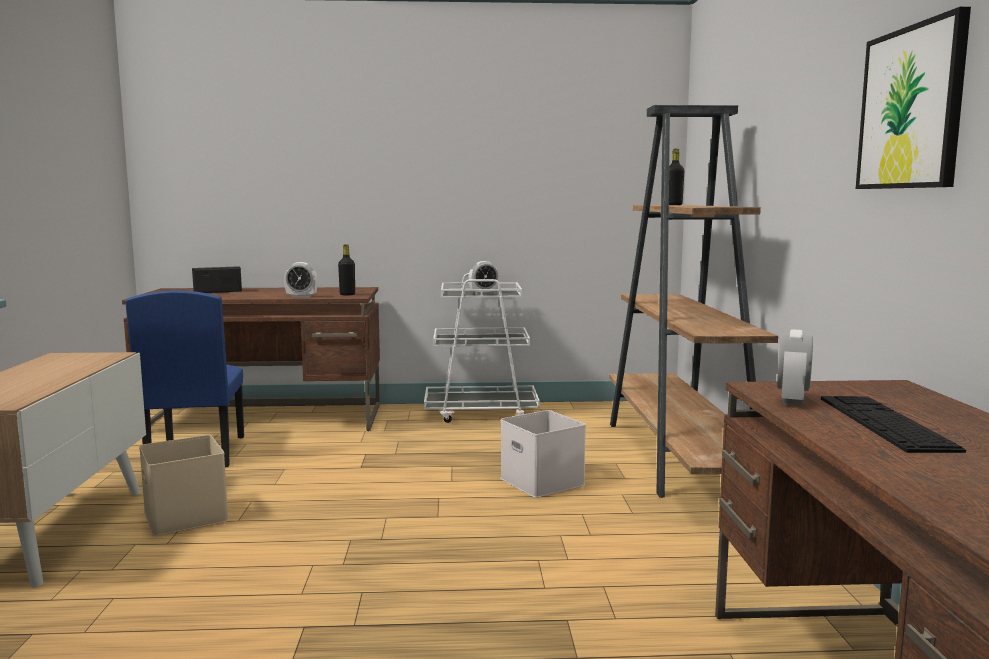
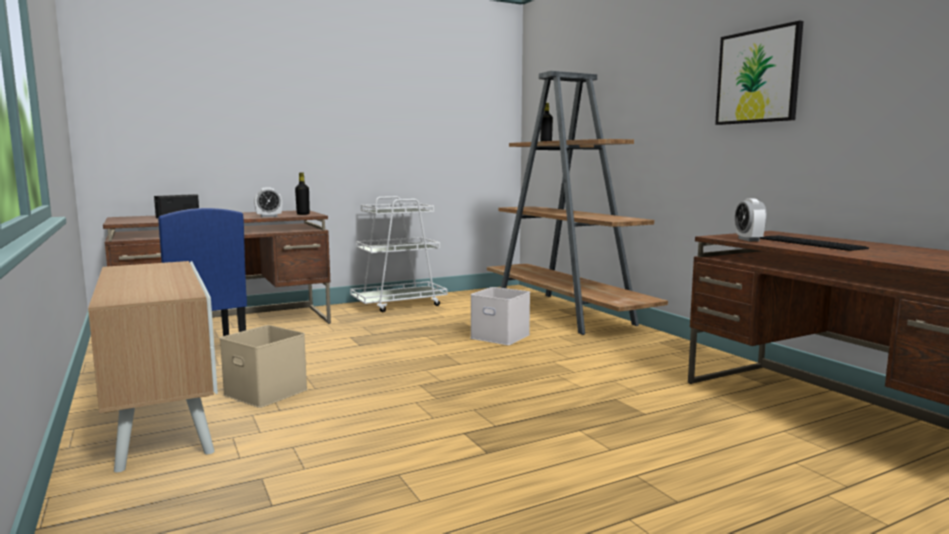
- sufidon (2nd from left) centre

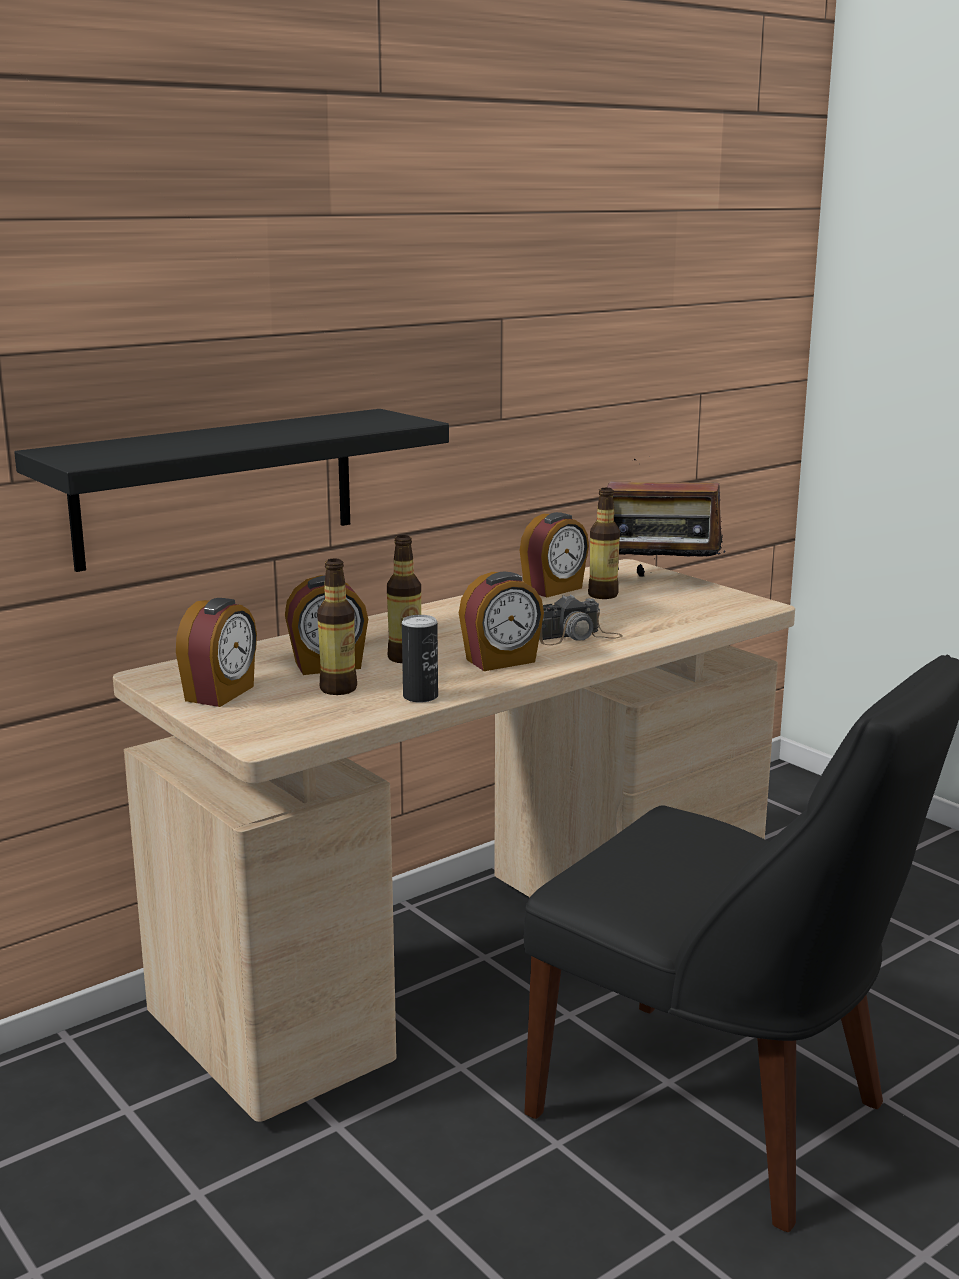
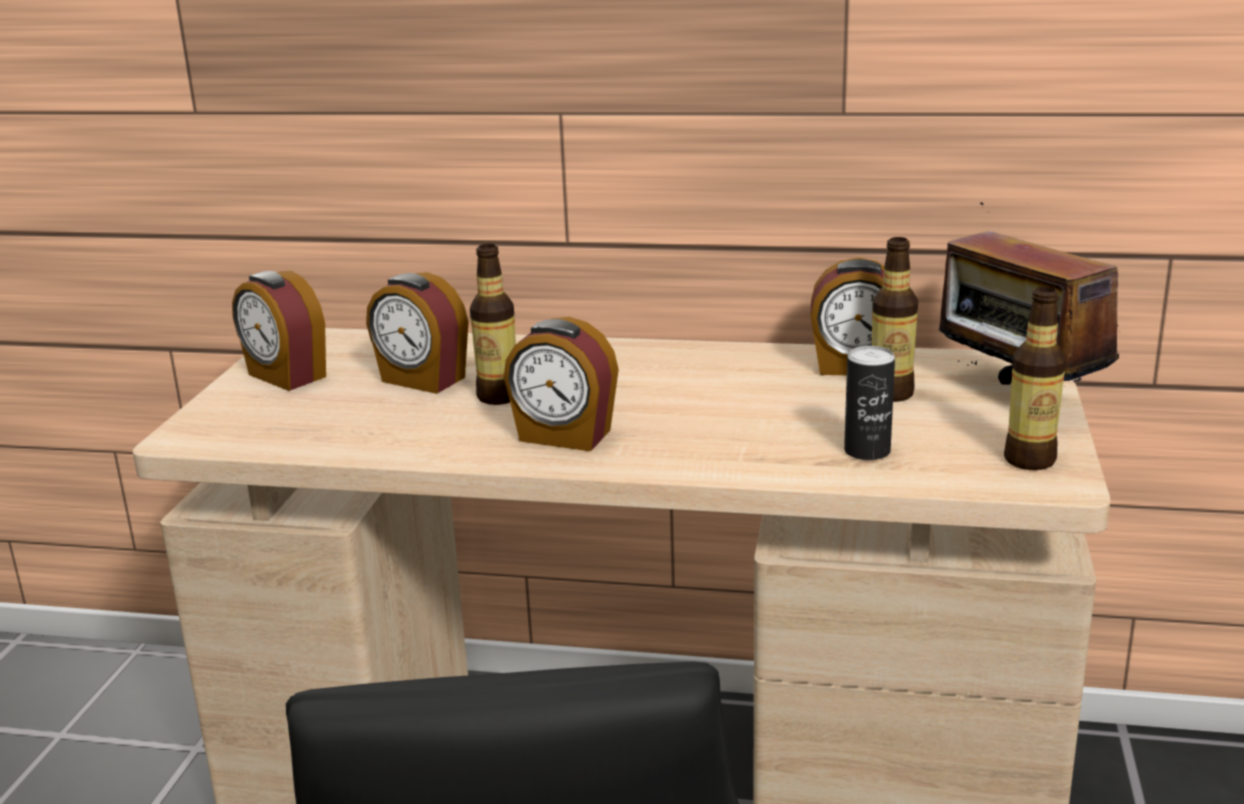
- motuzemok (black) middle left
- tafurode centre
~ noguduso (1st from left in the first image) centre to noguduso (3rd from left) middle right
~ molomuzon centre to middle right
~ sufidon (1st from left) middle left = middle left 60 degrees clockwise

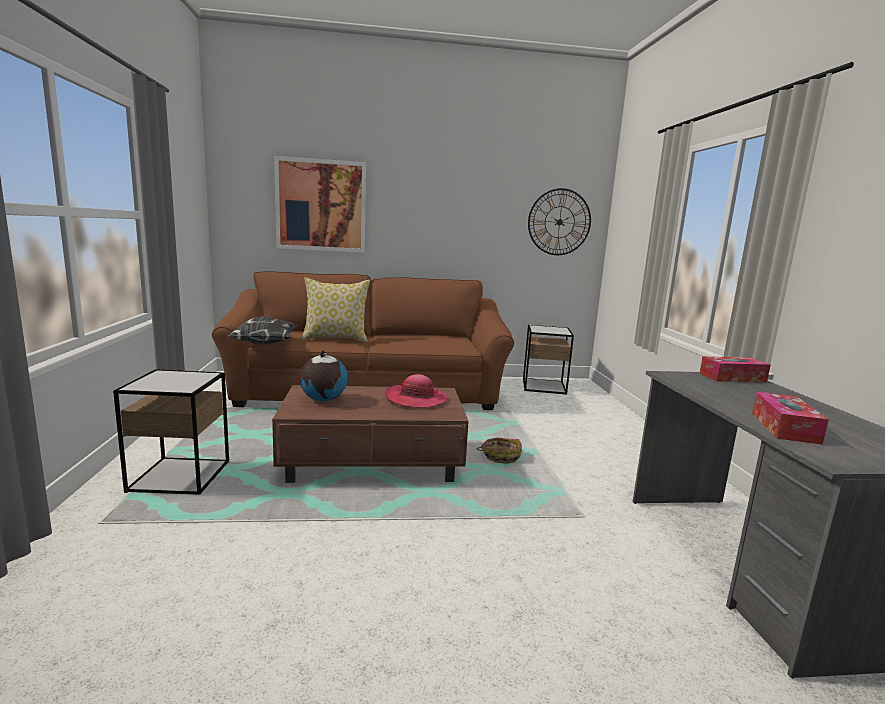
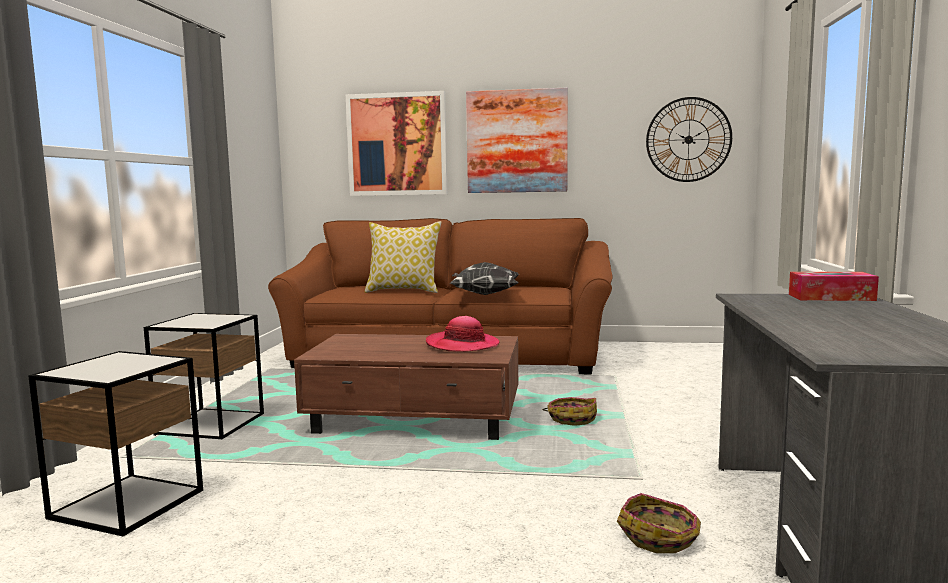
- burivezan centre
- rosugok (2nd from left) middle right
+ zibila (2nd from left) top centre
+ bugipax (2nd from left) bottom right
~ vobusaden (1st from left in the first image) middle left to vobusaden (2nd from left) centre
~ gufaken (2nd from left in the first image) centre to gufaken (1st from left) bottom left

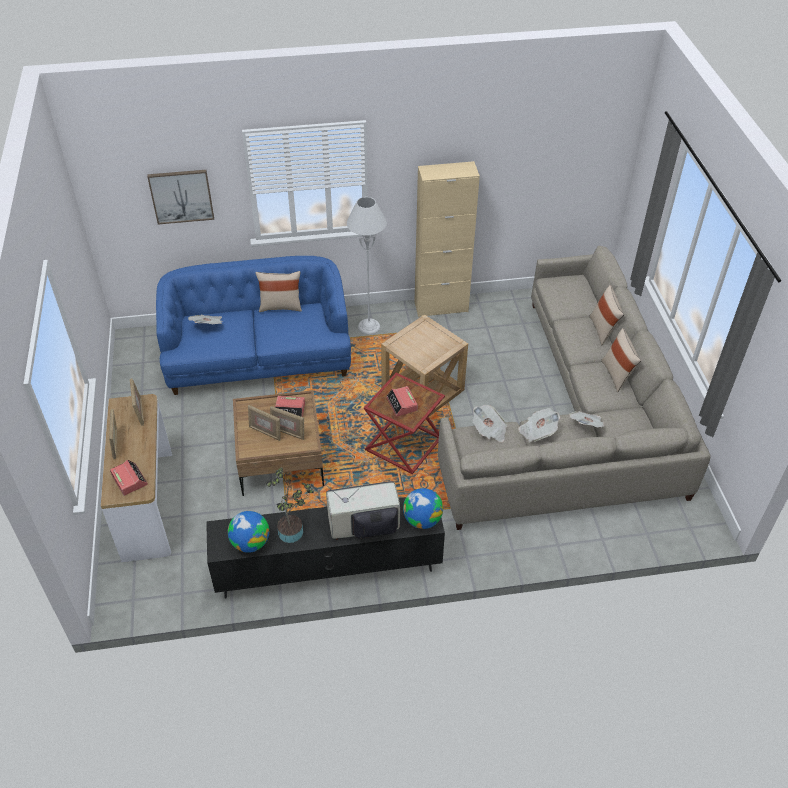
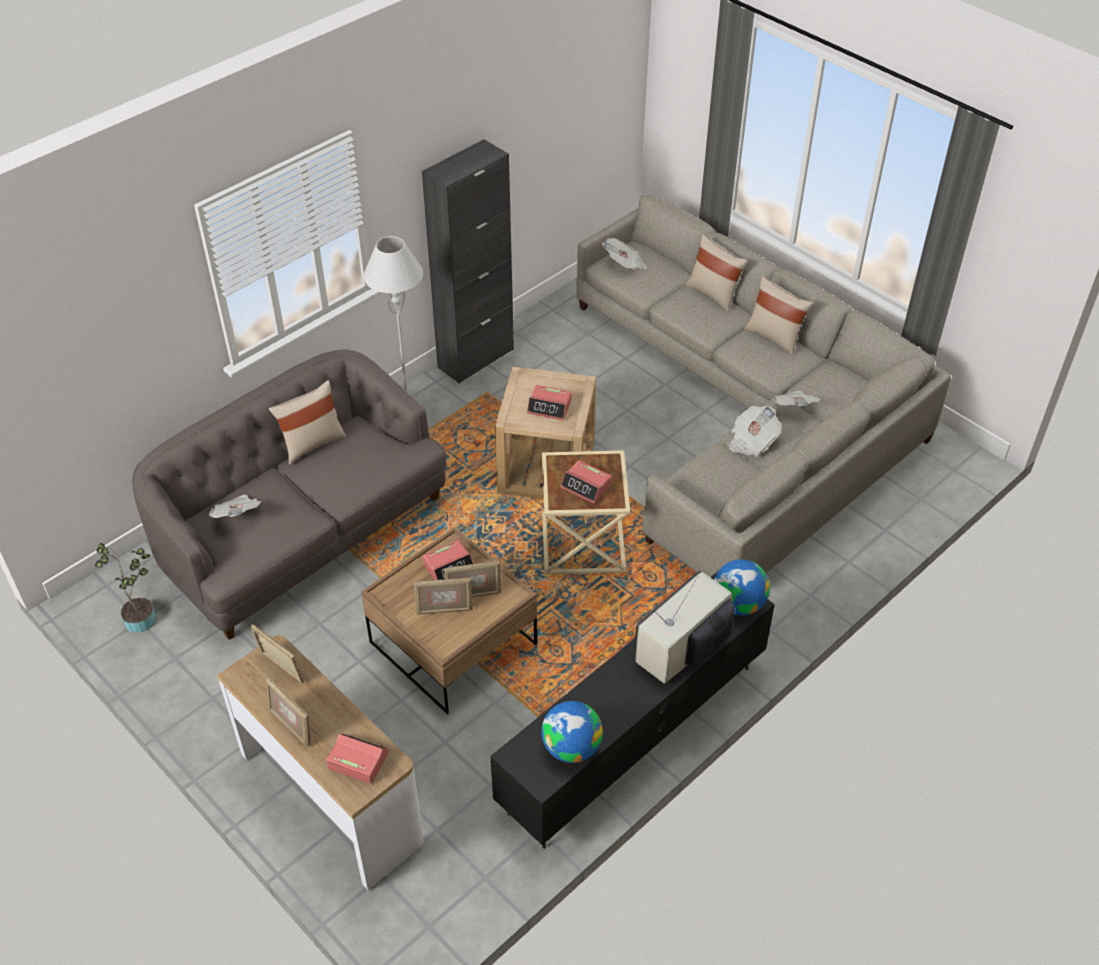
- zibila top left
+ sufidon (3rd from left) centre
~ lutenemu centre to middle left
~ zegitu (2nd from left) centre to top centre
~ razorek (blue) middle left to razorek (grey) (1st from left) middle left
~ gufaken (red) centre to gufaken (beige) (2nd from left) centre
~ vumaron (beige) top centre to vumaron (black) top centre

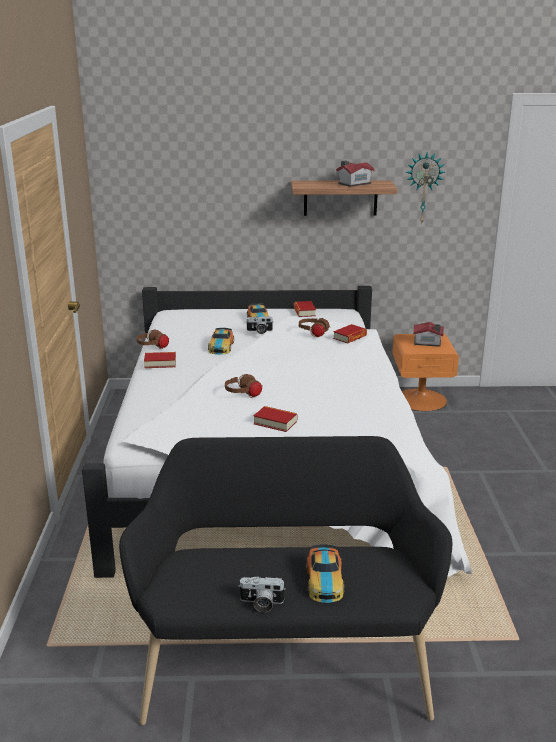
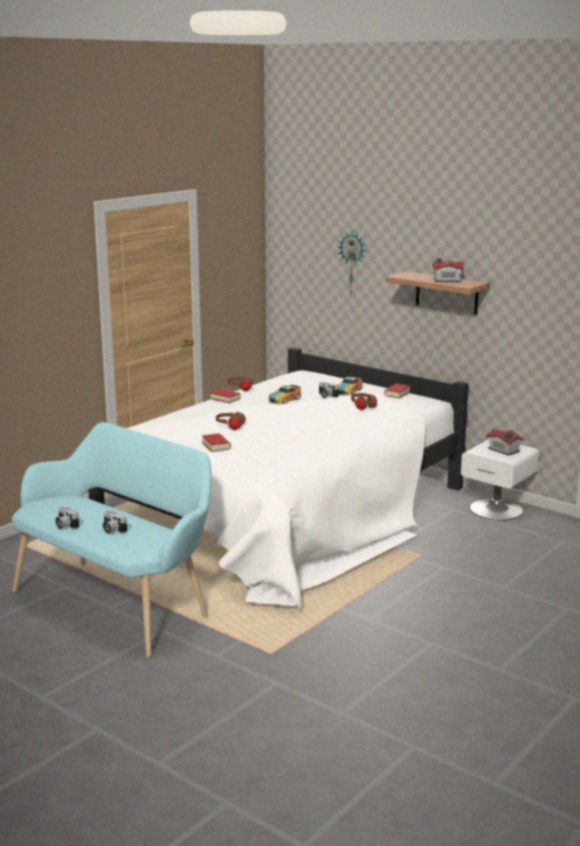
- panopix (4th from left) centre
~ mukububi top right to top centre
~ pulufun (3rd from left) bottom centre to tafurode (2nd from left) middle left
~ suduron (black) bottom centre to suduron (turquoise) middle left
~ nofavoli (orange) middle right to nofavoli (white) middle right

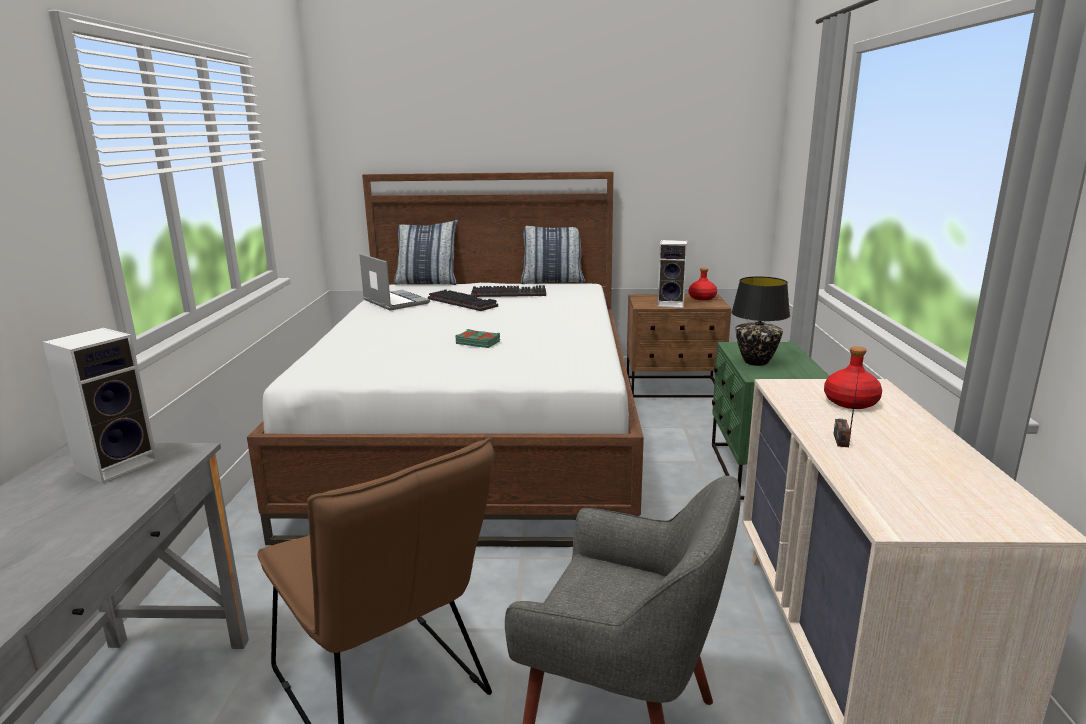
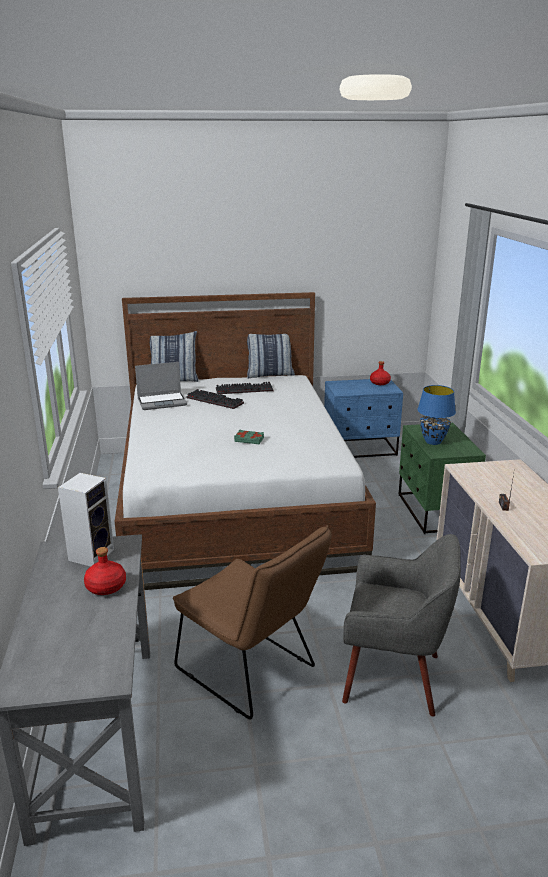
- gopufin (2nd from left) centre
~ noguduso (red) (2nd from left in the first image) middle right to noguduso (red) (1st from left) middle left
~ nofavoli (brown) centre to nofavoli (blue) centre
~ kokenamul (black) middle right to kokenamul (blue) middle right
~ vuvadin centre = middle left 120 degrees clockwise

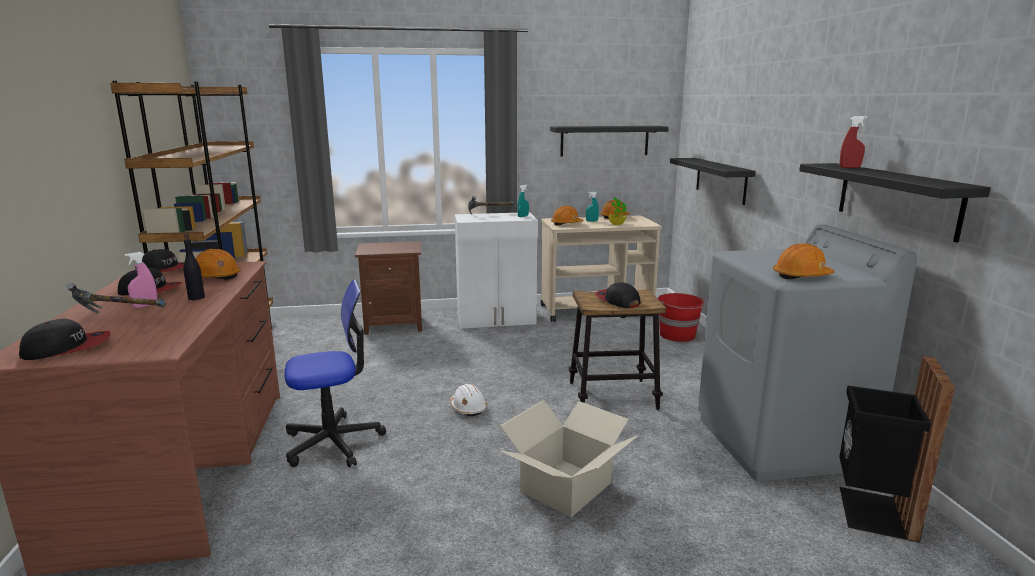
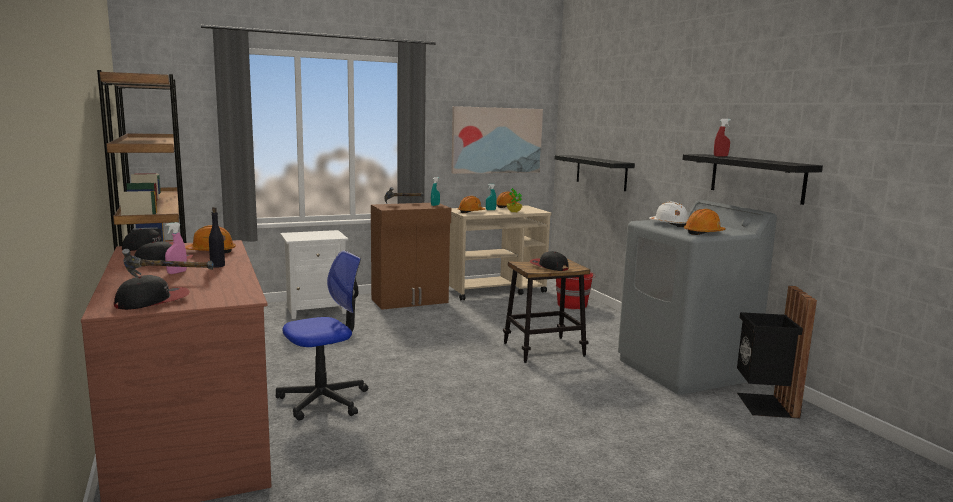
- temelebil bottom centre
~ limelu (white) bottom centre to middle right
~ motuzemok (black) (1st from left) top centre to zibila top centre
~ nofavoli (brown) centre to nofavoli (white) middle left
~ vumaron (white) centre to vumaron (brown) centre

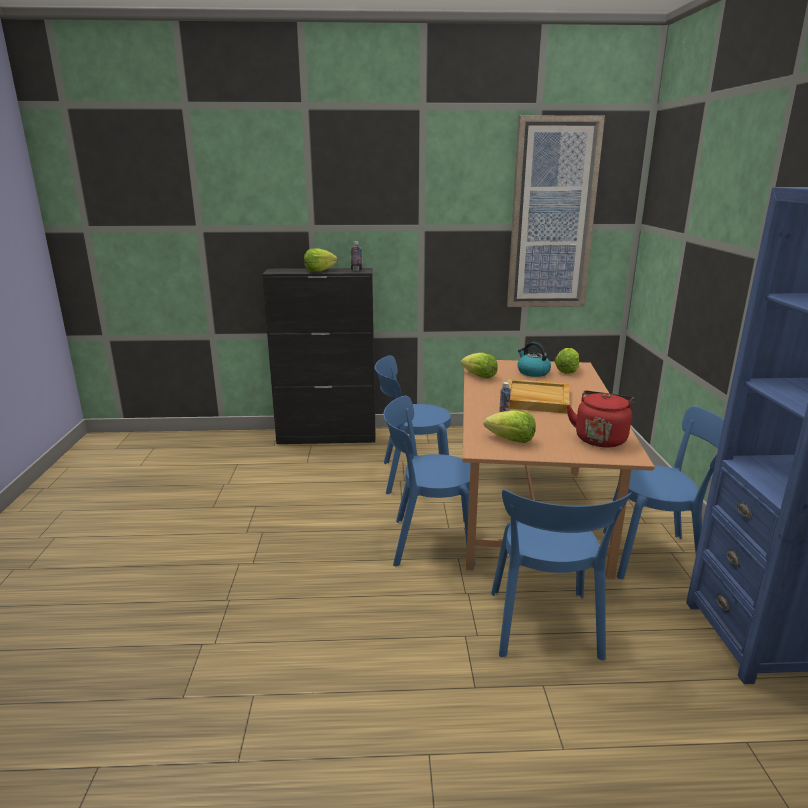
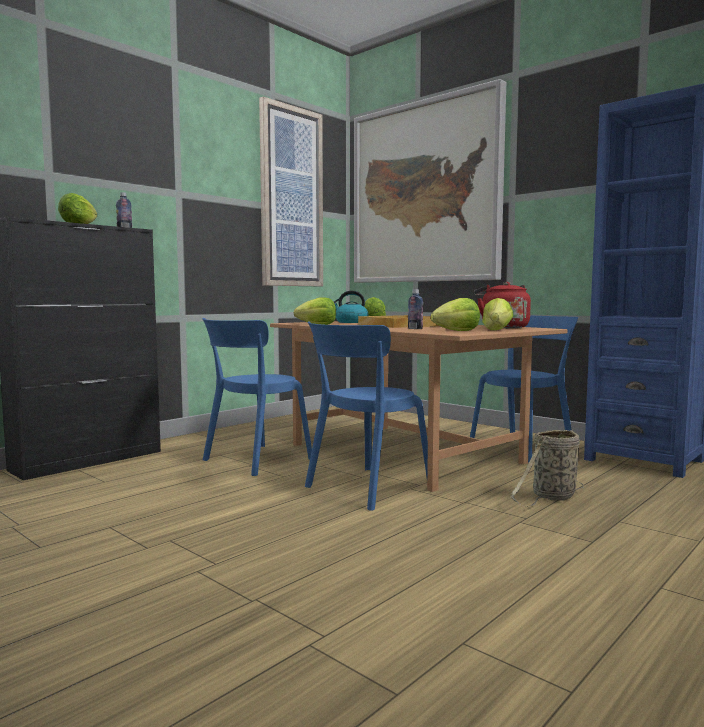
+ zibila (2nd from left) top centre
+ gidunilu (5th from left) middle right
~ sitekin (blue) (3rd from left) bottom right to bugipax middle right

